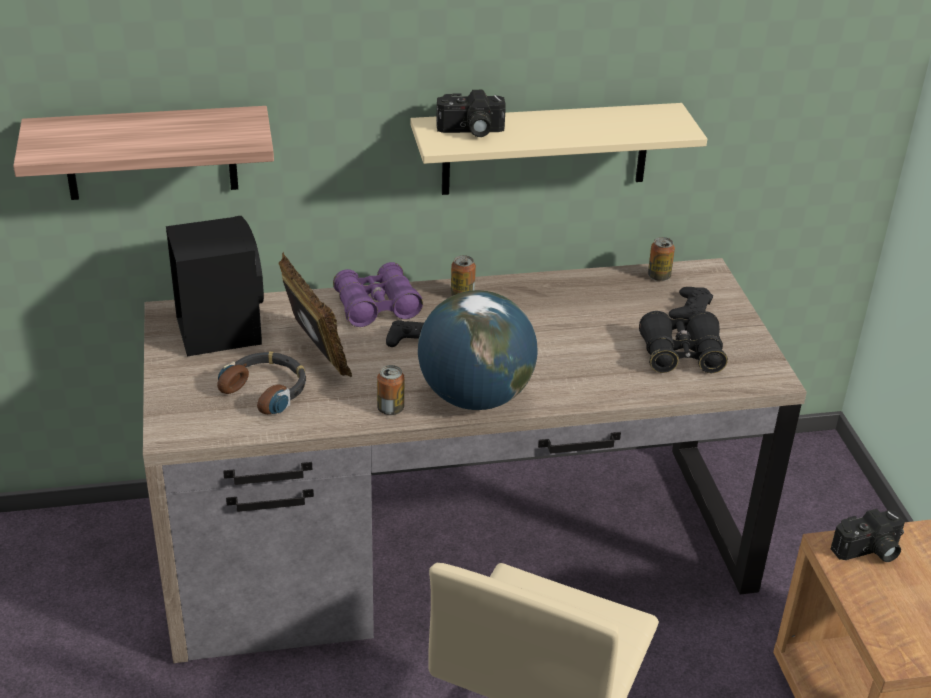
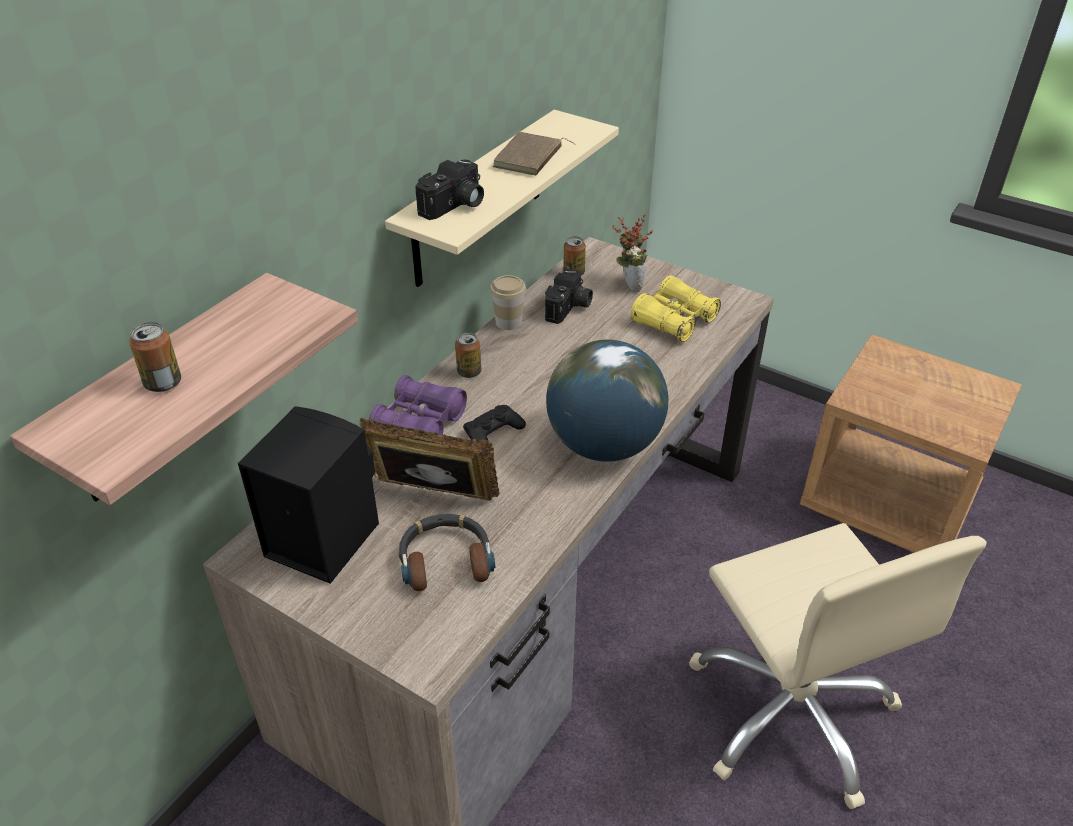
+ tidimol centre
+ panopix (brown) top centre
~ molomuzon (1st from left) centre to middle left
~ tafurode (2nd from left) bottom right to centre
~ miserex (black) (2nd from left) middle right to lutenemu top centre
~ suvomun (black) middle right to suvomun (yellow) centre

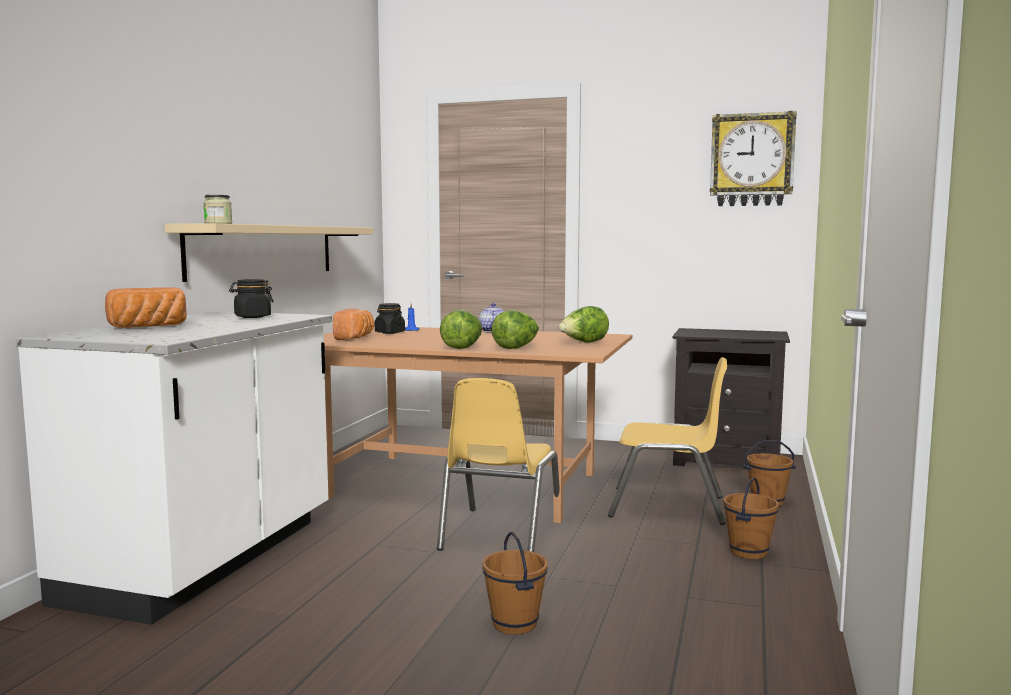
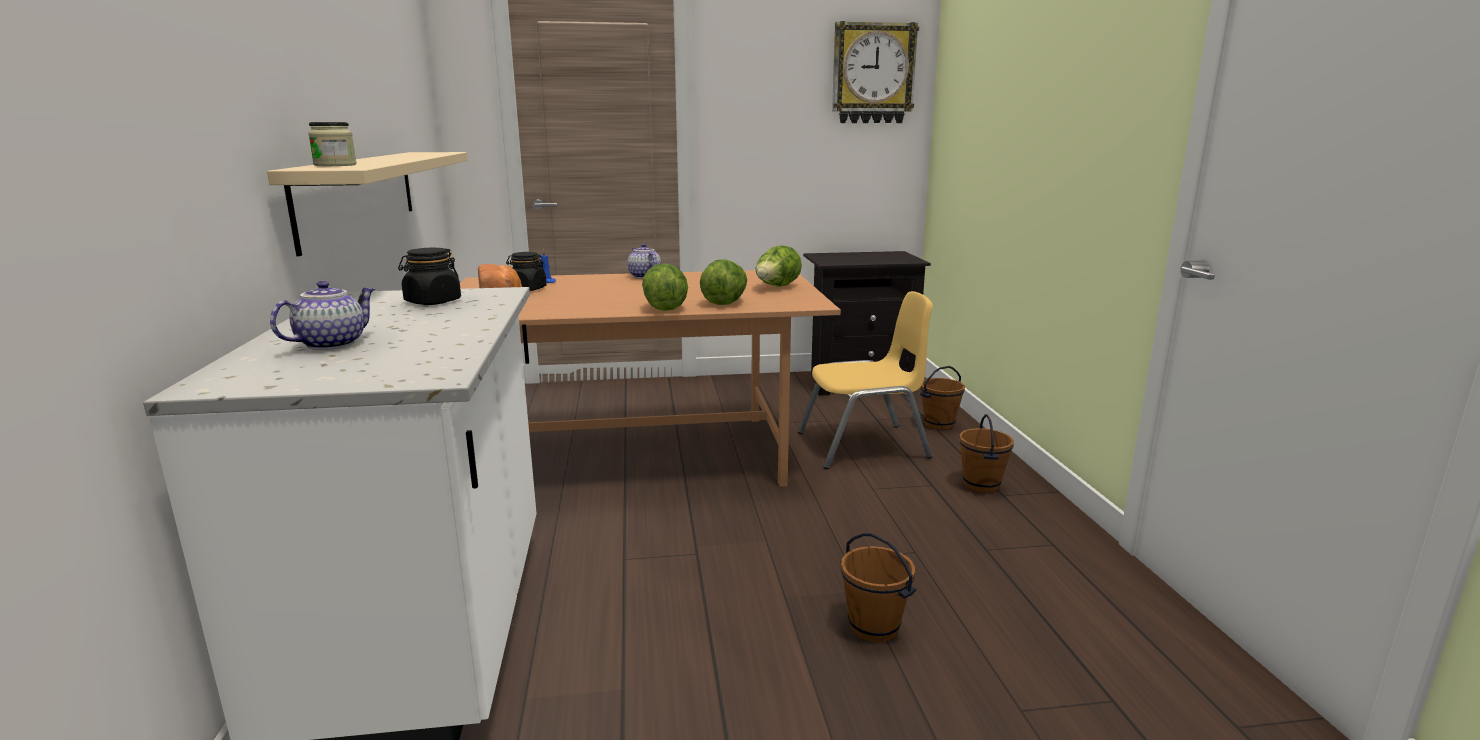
- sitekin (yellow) (1st from left) bottom centre
~ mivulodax (1st from left) middle left to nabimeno (1st from left) middle left

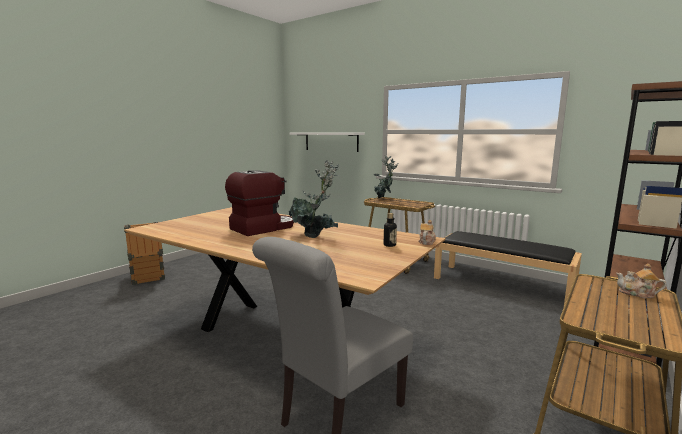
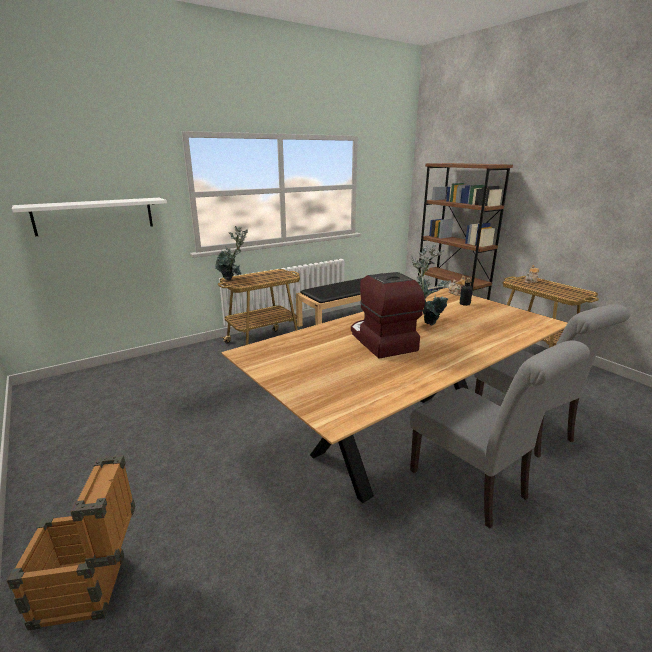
+ sitekin (grey) (1st from left) middle right

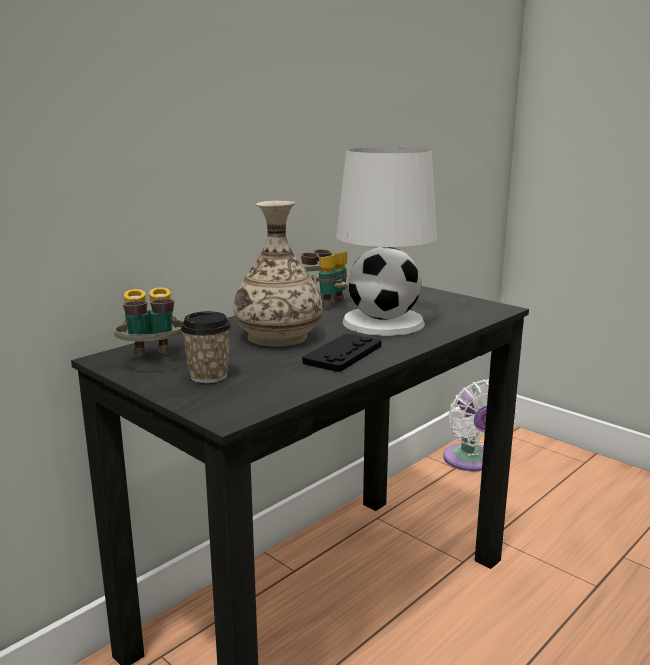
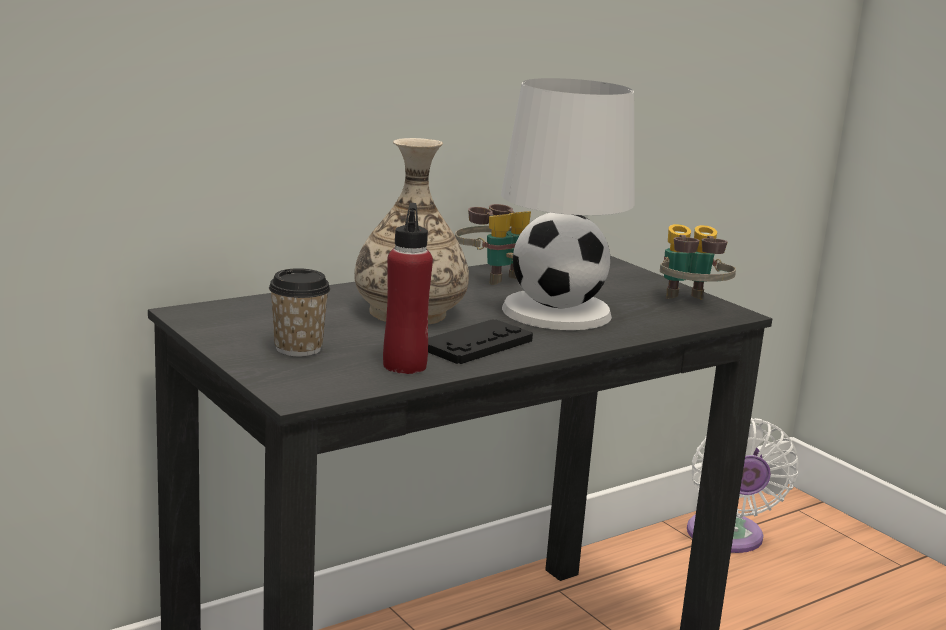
+ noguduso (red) centre
~ suvomun (1st from left in the first image) middle left to suvomun (2nd from left) middle right

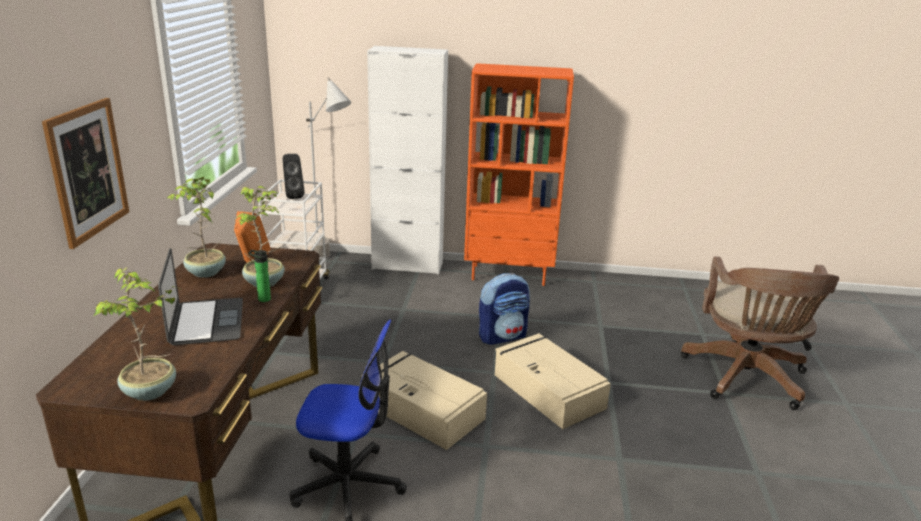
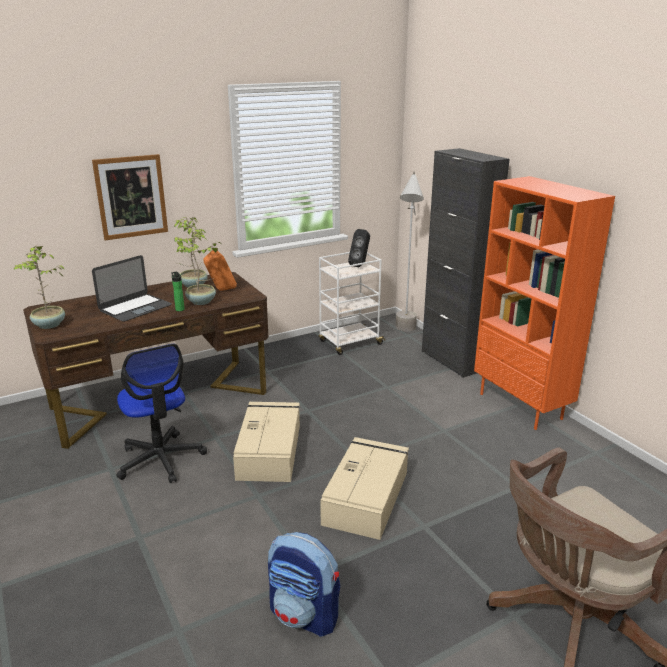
~ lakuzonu centre to bottom centre
~ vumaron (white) top centre to vumaron (black) middle right

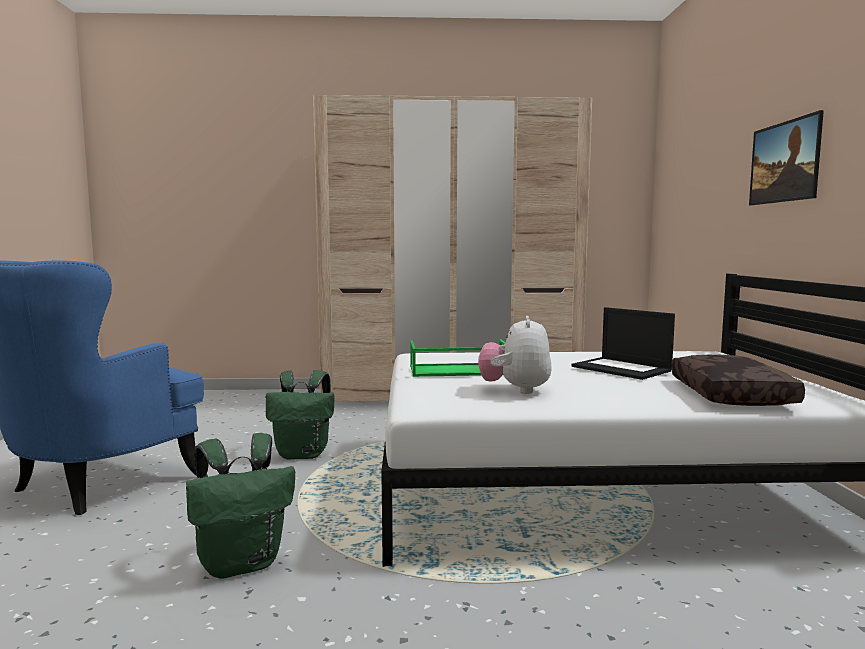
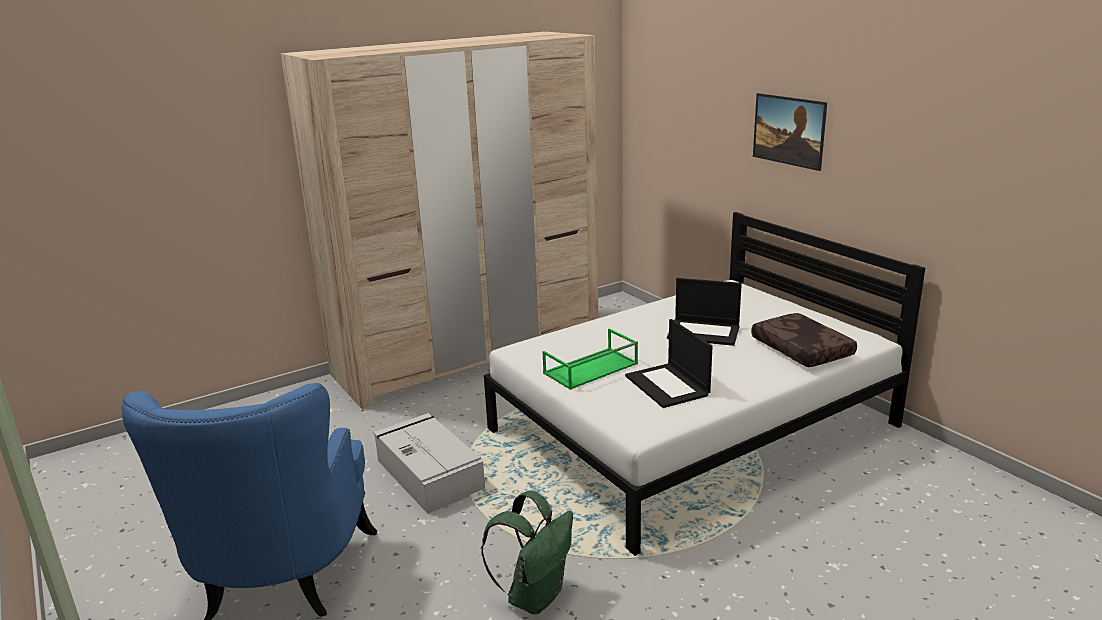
~ lakuzonu (green) (2nd from left) centre to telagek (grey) bottom centre
~ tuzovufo centre to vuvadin (1st from left) centre

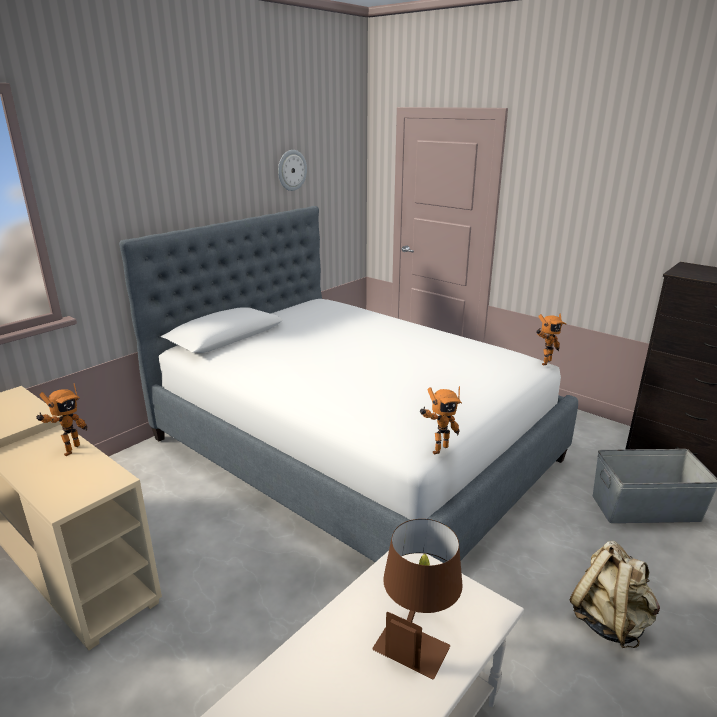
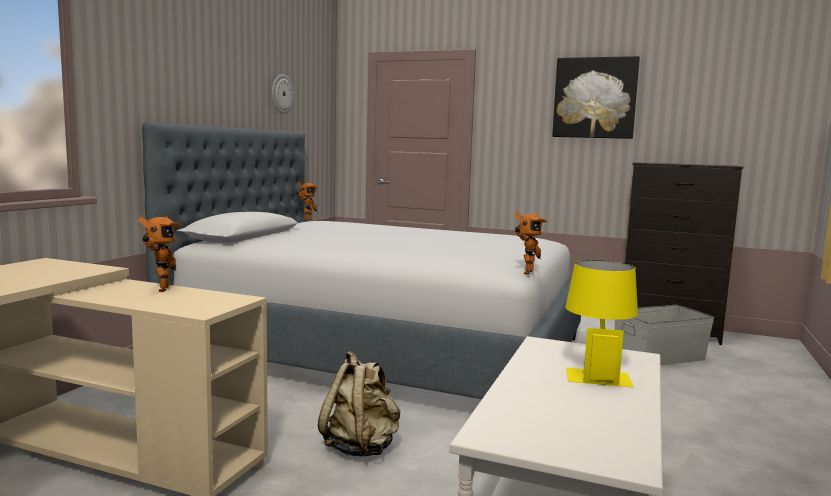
+ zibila top right
~ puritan (3rd from left in the first image) middle right to puritan (2nd from left) centre
~ lakuzonu (beige) bottom right to bottom centre
~ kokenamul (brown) bottom centre to kokenamul (yellow) middle right

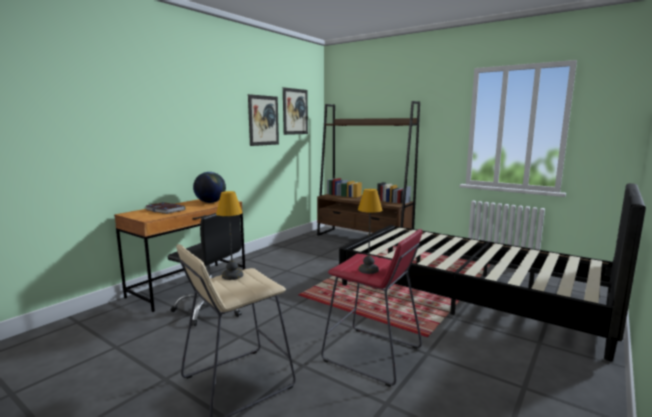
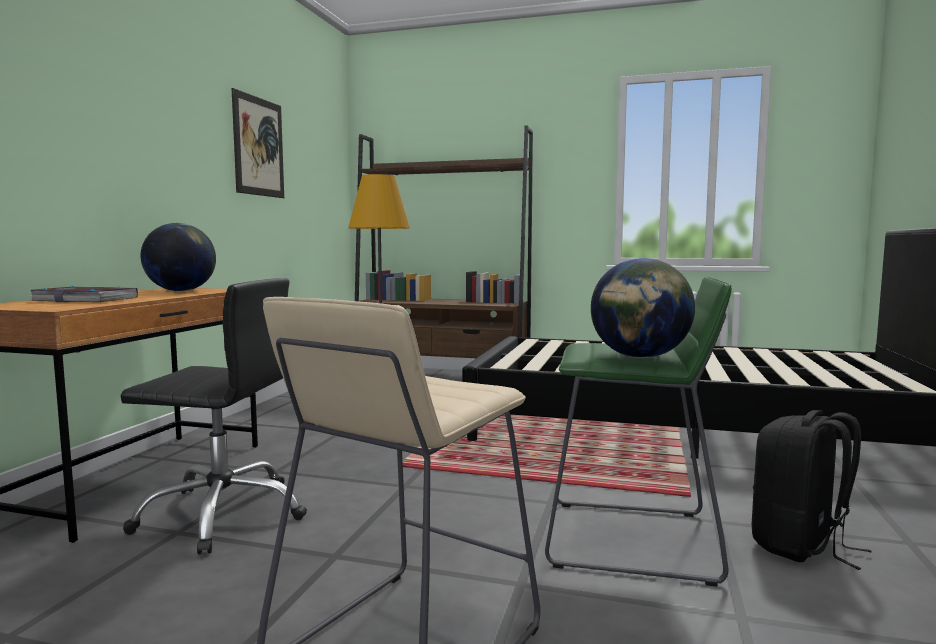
- zibila (2nd from left) top centre
+ lakuzonu (black) bottom right
~ kokenamul (2nd from left) centre to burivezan (2nd from left) middle right
~ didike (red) bottom centre to didike (green) bottom right

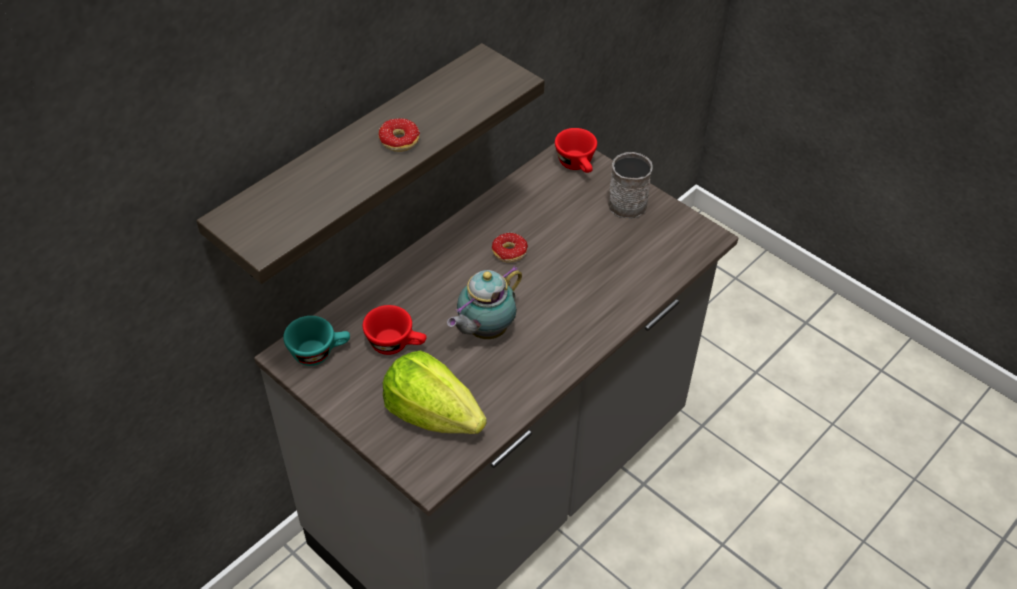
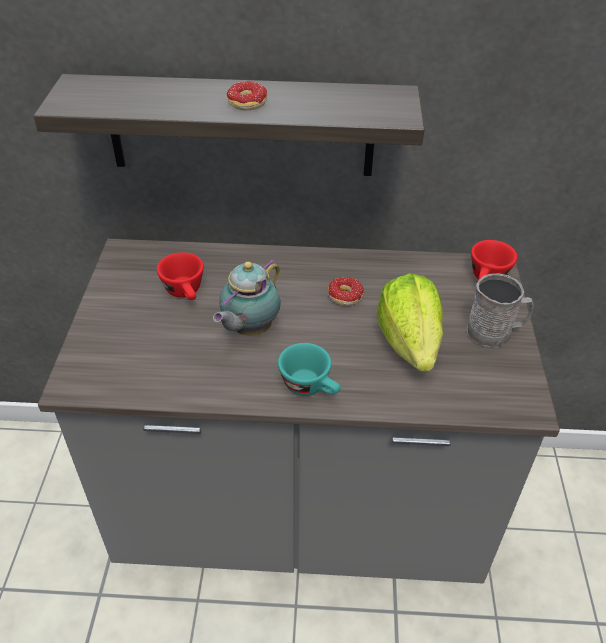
~ tidimol (turquoise) middle left to centre
~ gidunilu centre to middle right
~ nabimeno centre = centre 60 degrees counterclockwise

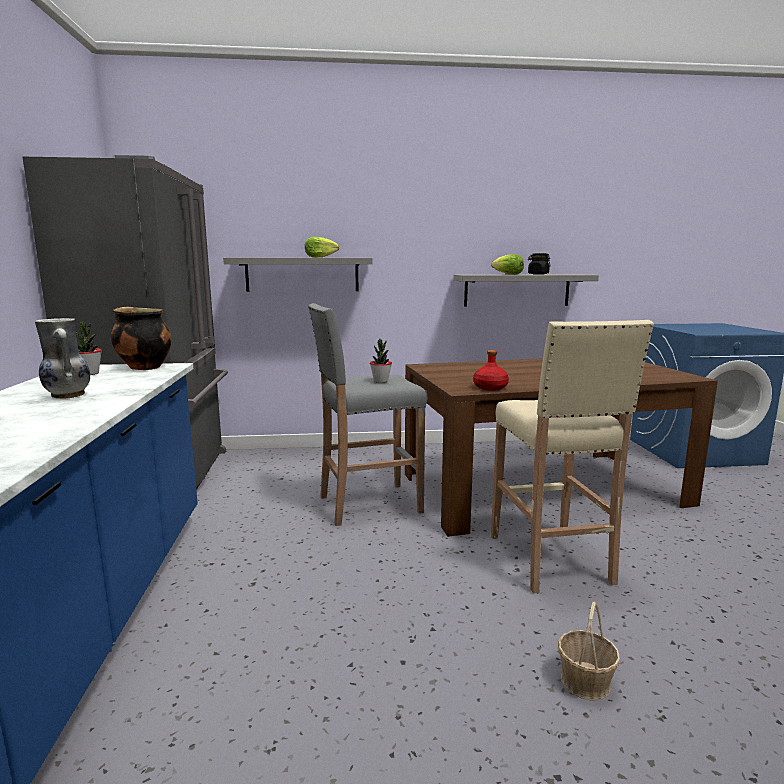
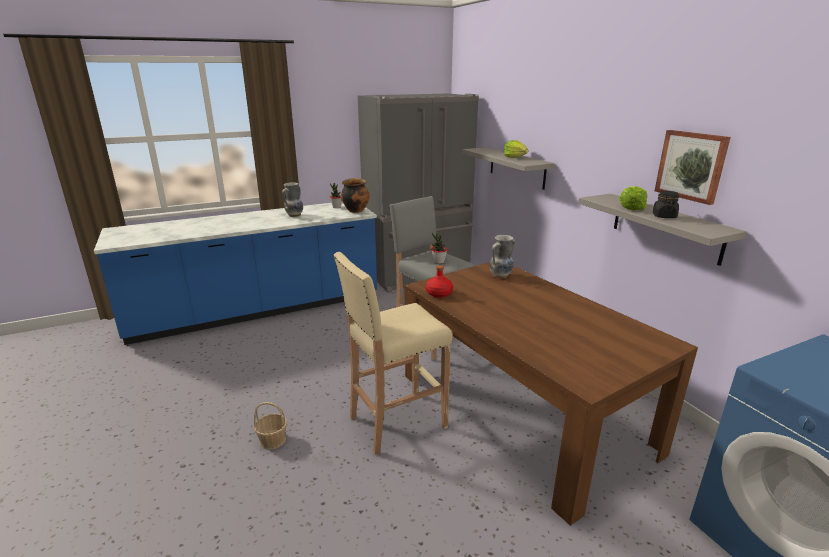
+ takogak (2nd from left) centre
+ zibila top right

